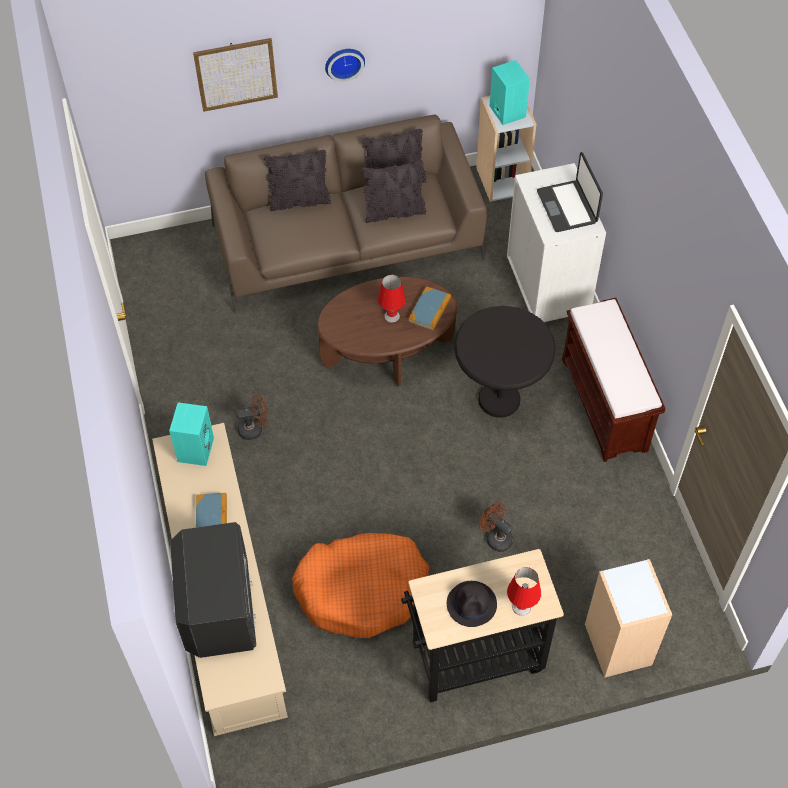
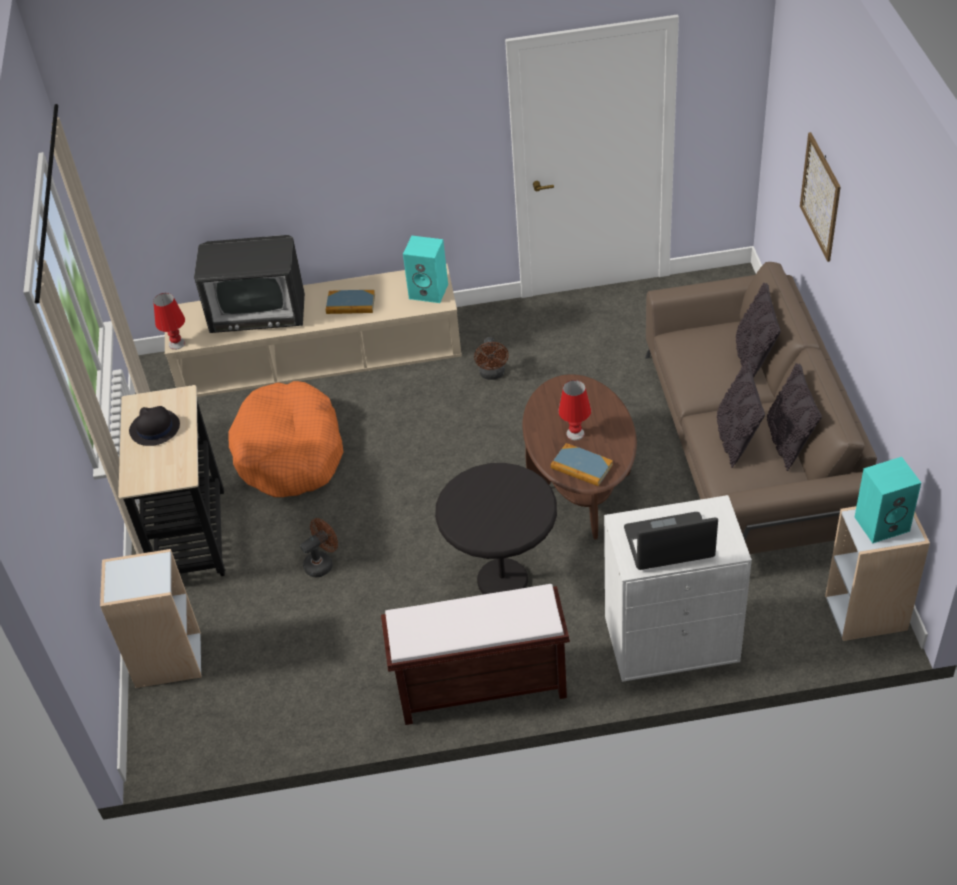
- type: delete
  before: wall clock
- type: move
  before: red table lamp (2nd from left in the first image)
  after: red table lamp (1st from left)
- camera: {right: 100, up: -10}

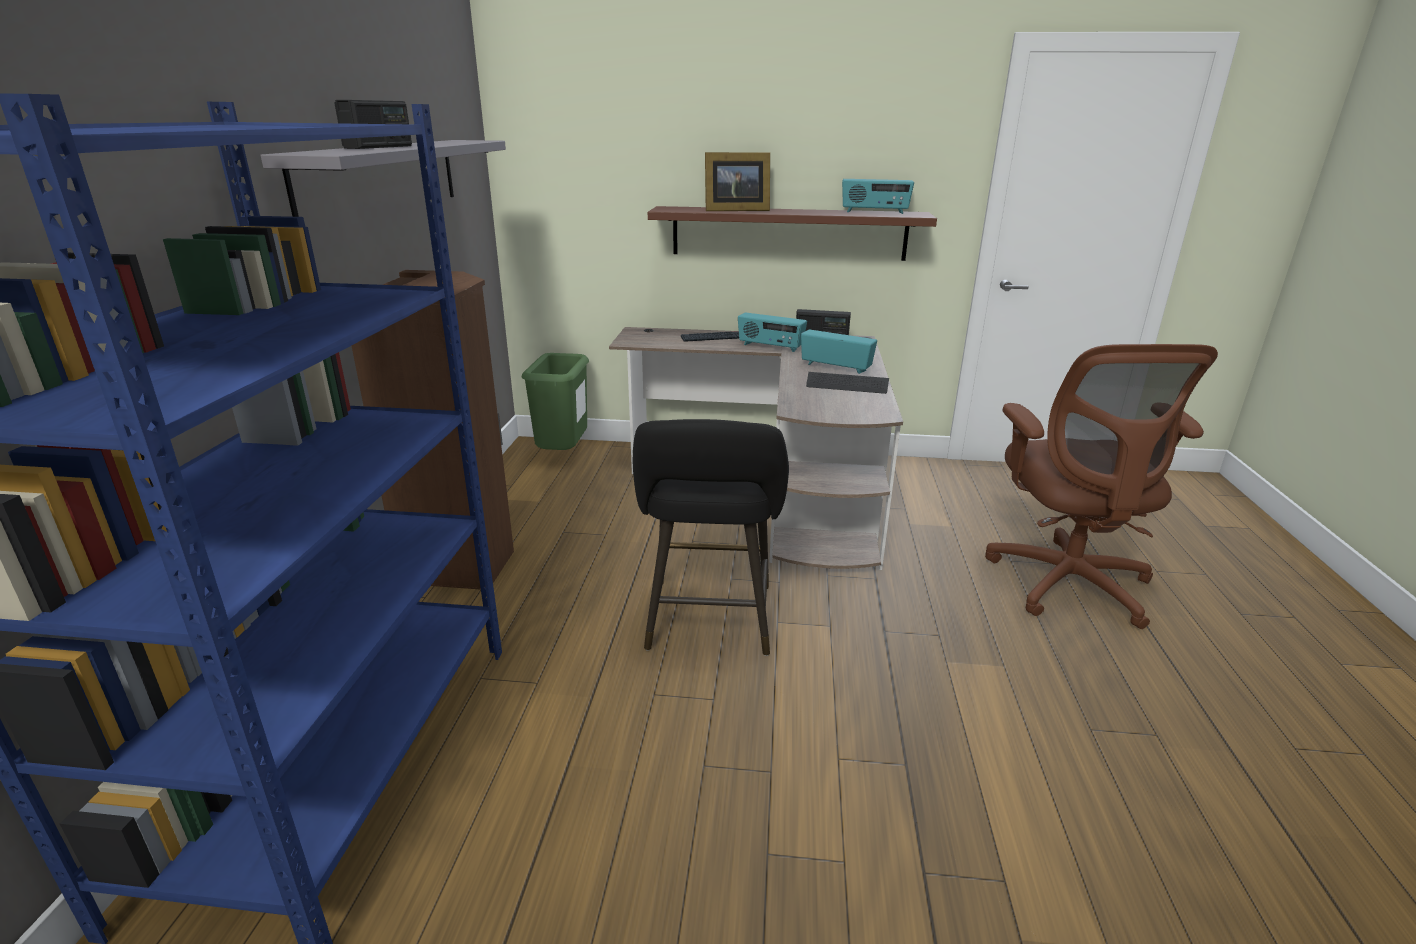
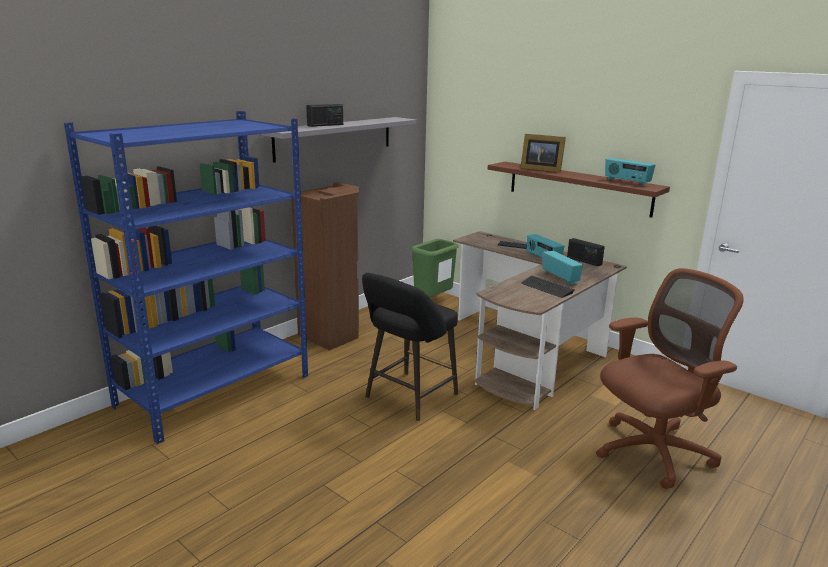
- type: rotate
  before: brownish desk chair
  turn: -150
- camera: {right: 35, up: -5}

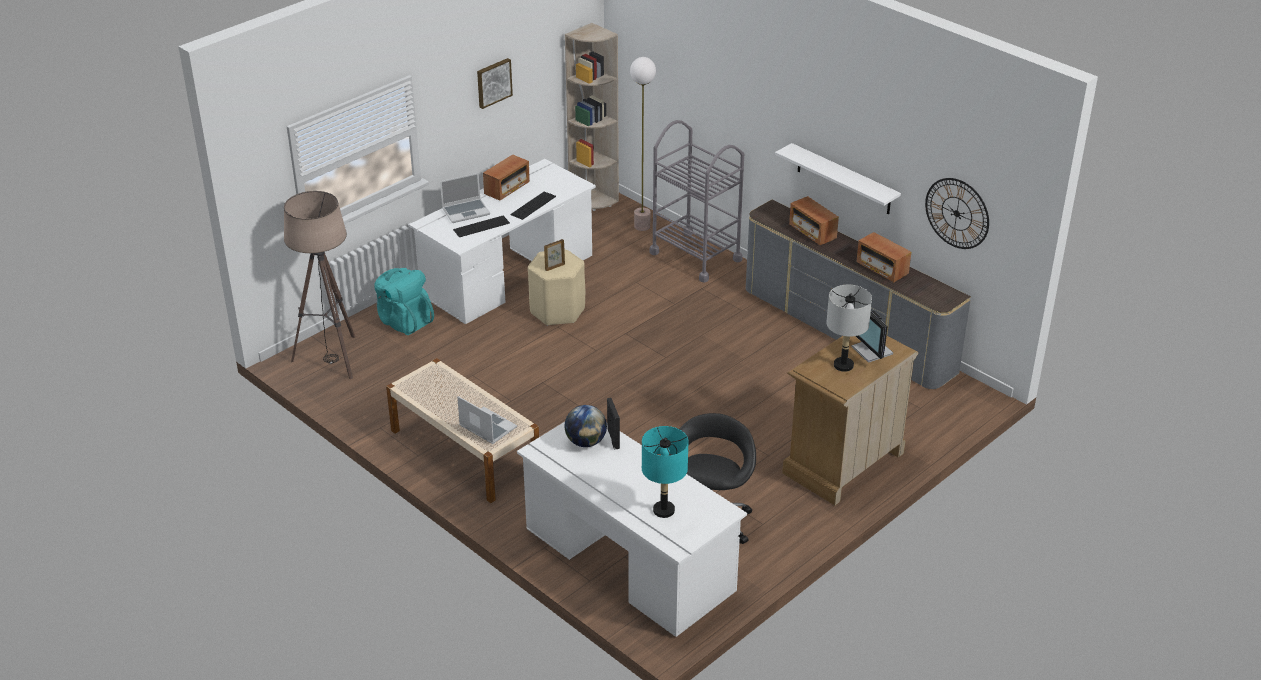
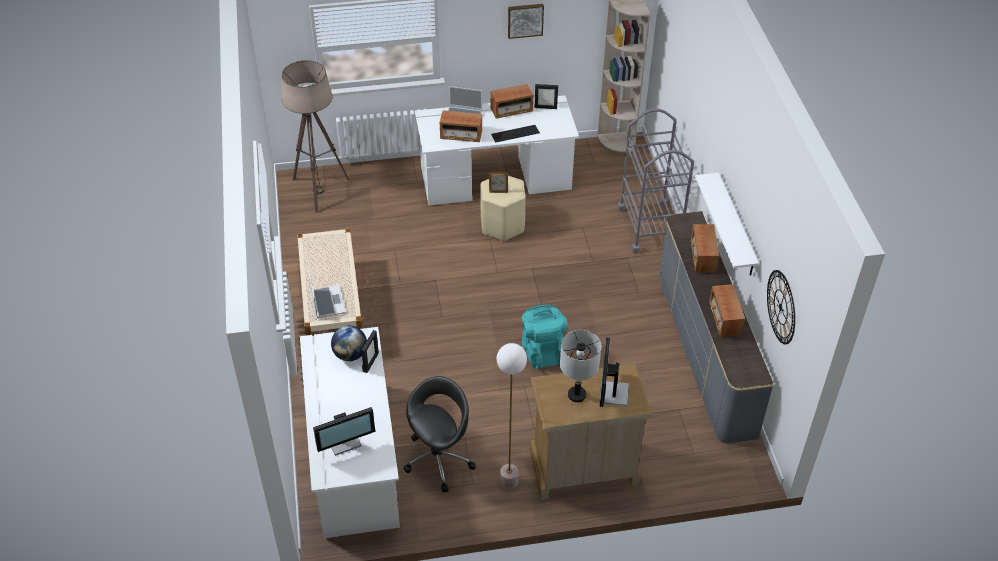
- type: move
  before: floor lamp (2nd from left)
- type: replace
  before: PC keyboard (1st from left)
  after: radio receiver (1st from left)
- type: move
  before: turquoise rucksack
- type: replace
  before: turquoise table lamp
  after: monitor (1st from left)
- type: insert
  after: photo frame (3rd from left)
- camera: {right: 35, up: 10}

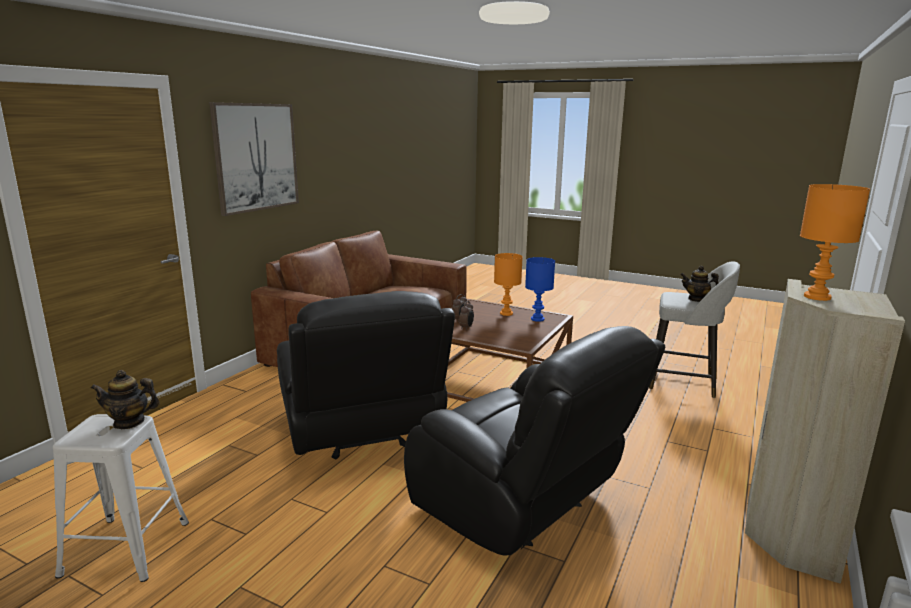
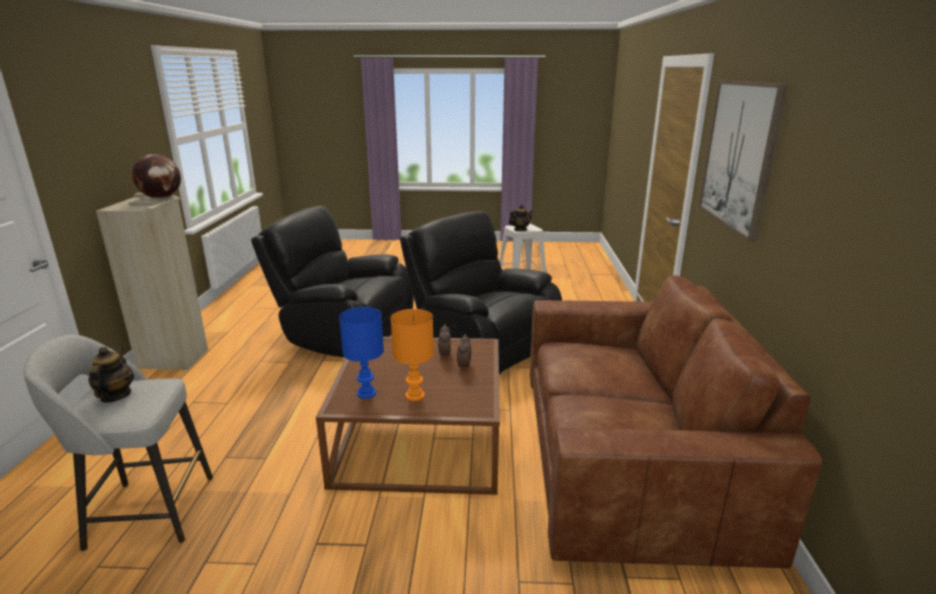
- type: replace
  before: orangey table lamp (2nd from left)
  after: desk globe
- type: rotate
  before: tea pot (2nd from left in the first image)
  turn: -90
- camera: {right: 155, up: 5}

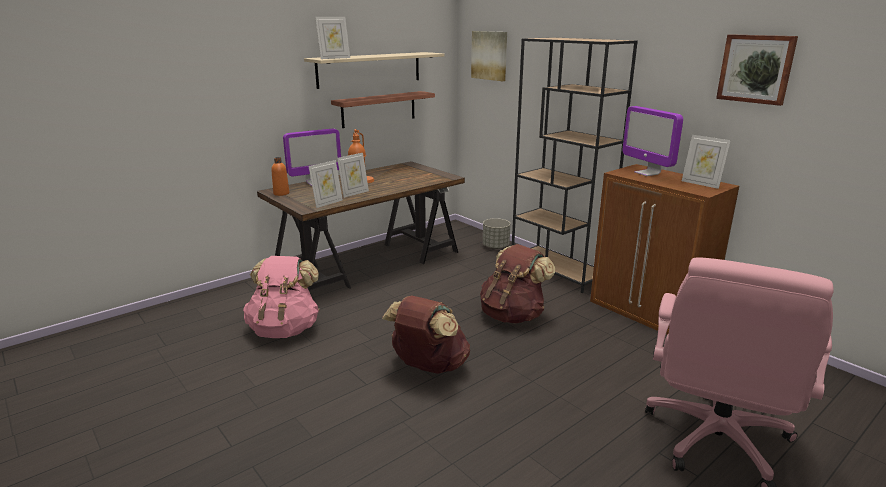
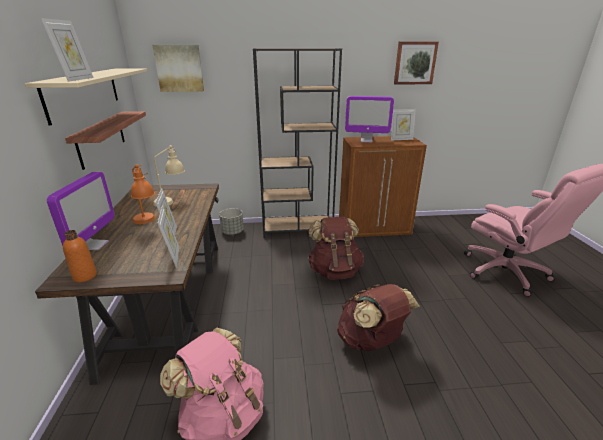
- type: insert
  after: beige table lamp
- camera: {right: -55, up: 5}

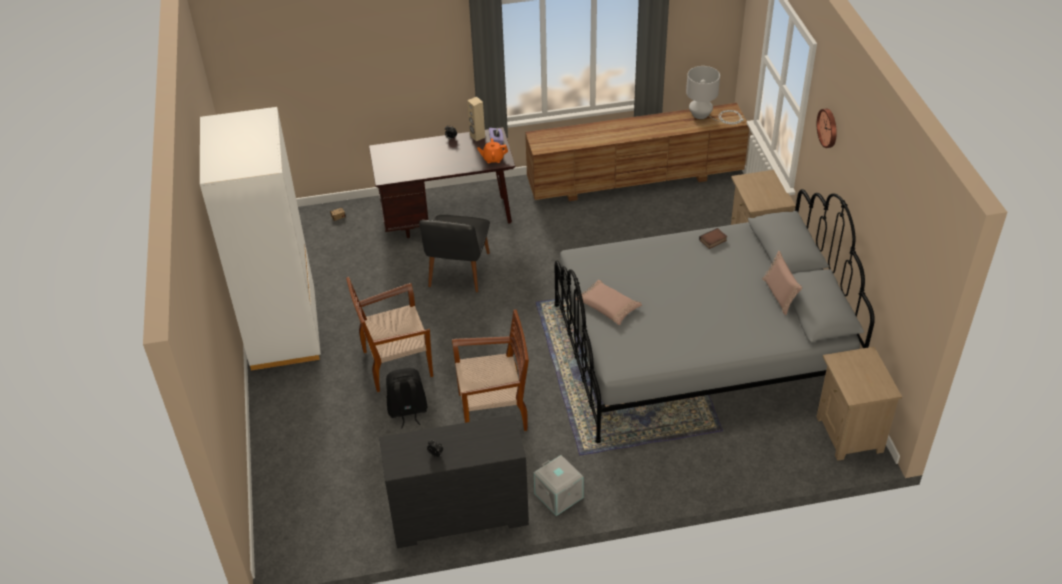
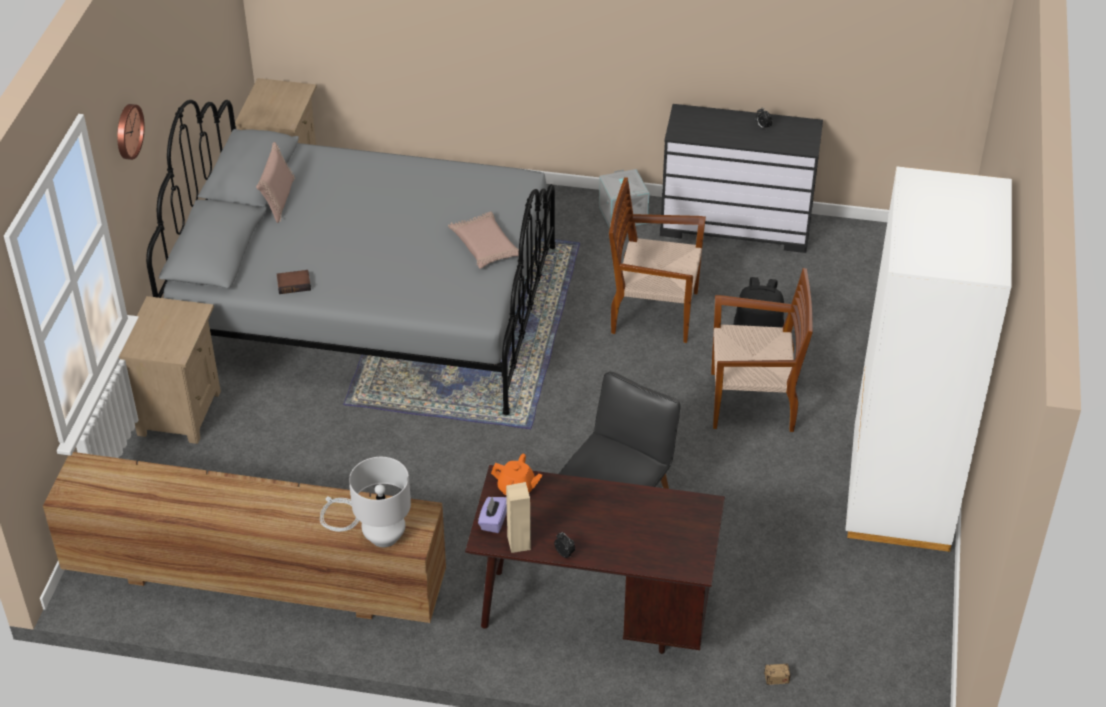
- type: move
  before: grey table lamp
- camera: {right: -160, up: 0}

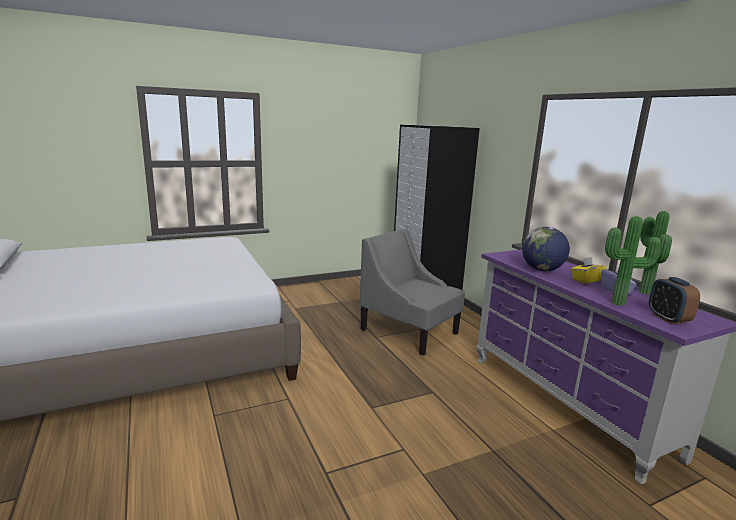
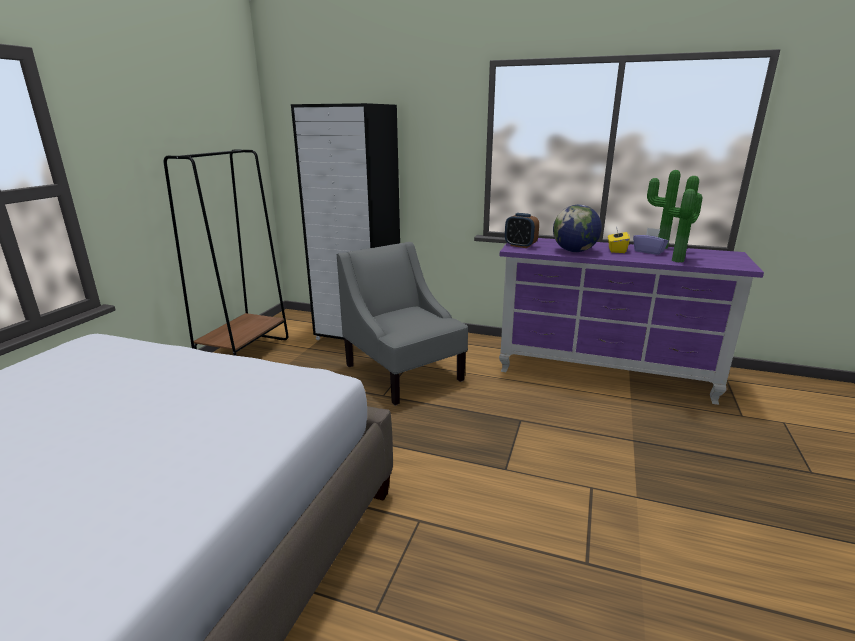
- type: rotate
  before: grey lounge chair
  turn: 60
- type: move
  before: alarm clock
- type: insert
  after: garment stand
- camera: {right: -45, up: 5}

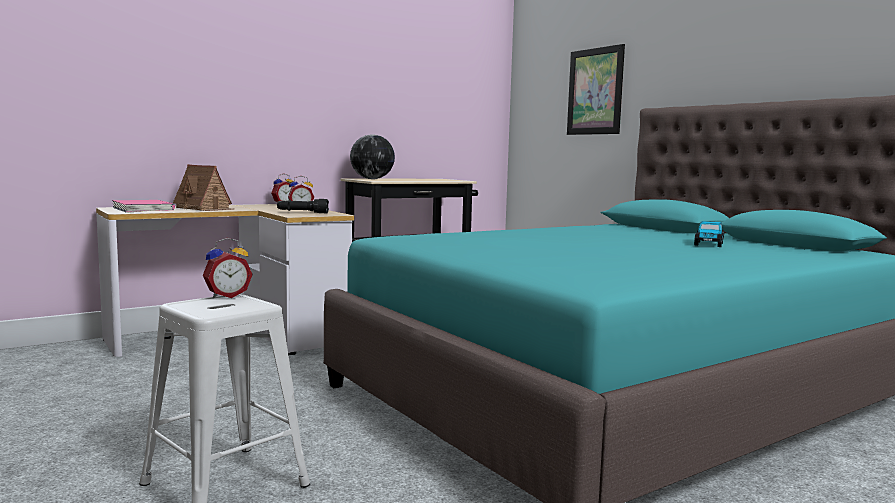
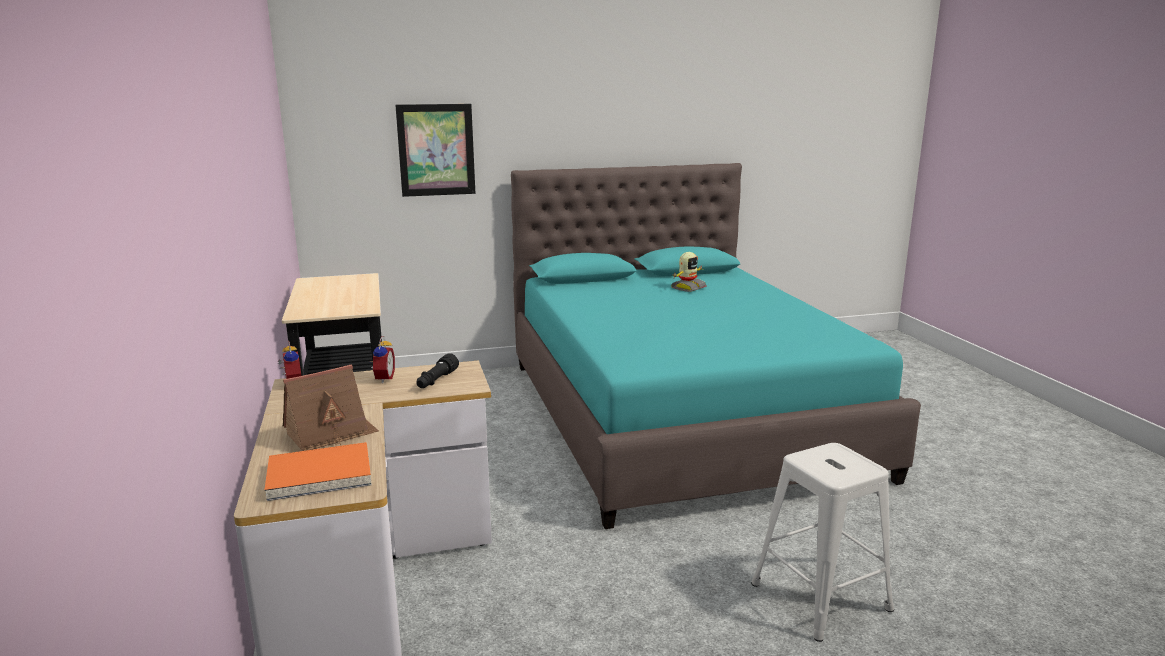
- type: delete
  before: desk globe
- type: recolor
  before: pink bound book
  after: orangey bound book
- type: replace
  before: model car
  after: robot figure
- type: delete
  before: alarm clock (1st from left)
- camera: {right: -70, up: 10}

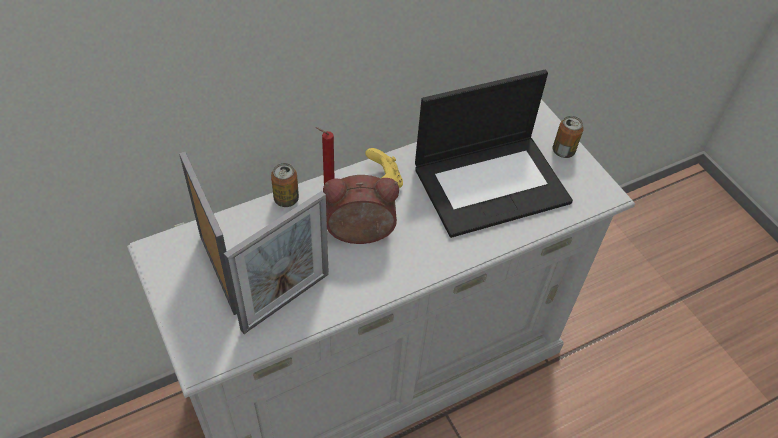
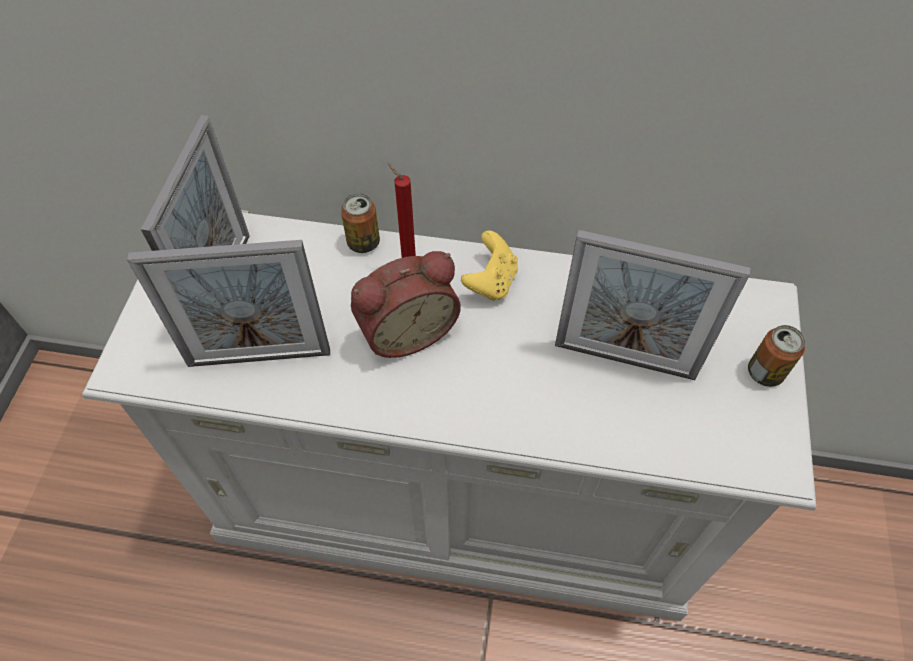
- type: replace
  before: portable computer
  after: photo frame (3rd from left)
- type: rotate
  before: alarm clock
  turn: 120
- camera: {right: 40, up: 5}

